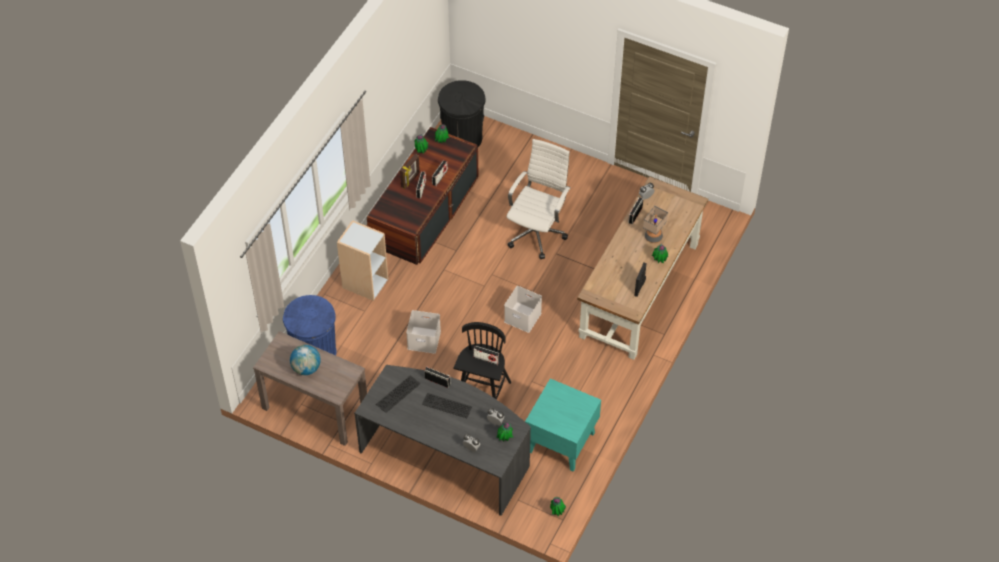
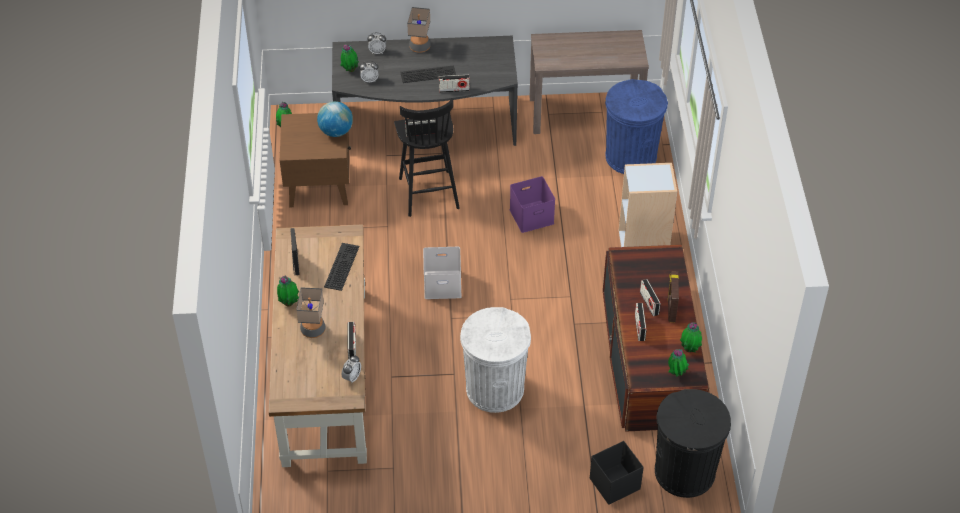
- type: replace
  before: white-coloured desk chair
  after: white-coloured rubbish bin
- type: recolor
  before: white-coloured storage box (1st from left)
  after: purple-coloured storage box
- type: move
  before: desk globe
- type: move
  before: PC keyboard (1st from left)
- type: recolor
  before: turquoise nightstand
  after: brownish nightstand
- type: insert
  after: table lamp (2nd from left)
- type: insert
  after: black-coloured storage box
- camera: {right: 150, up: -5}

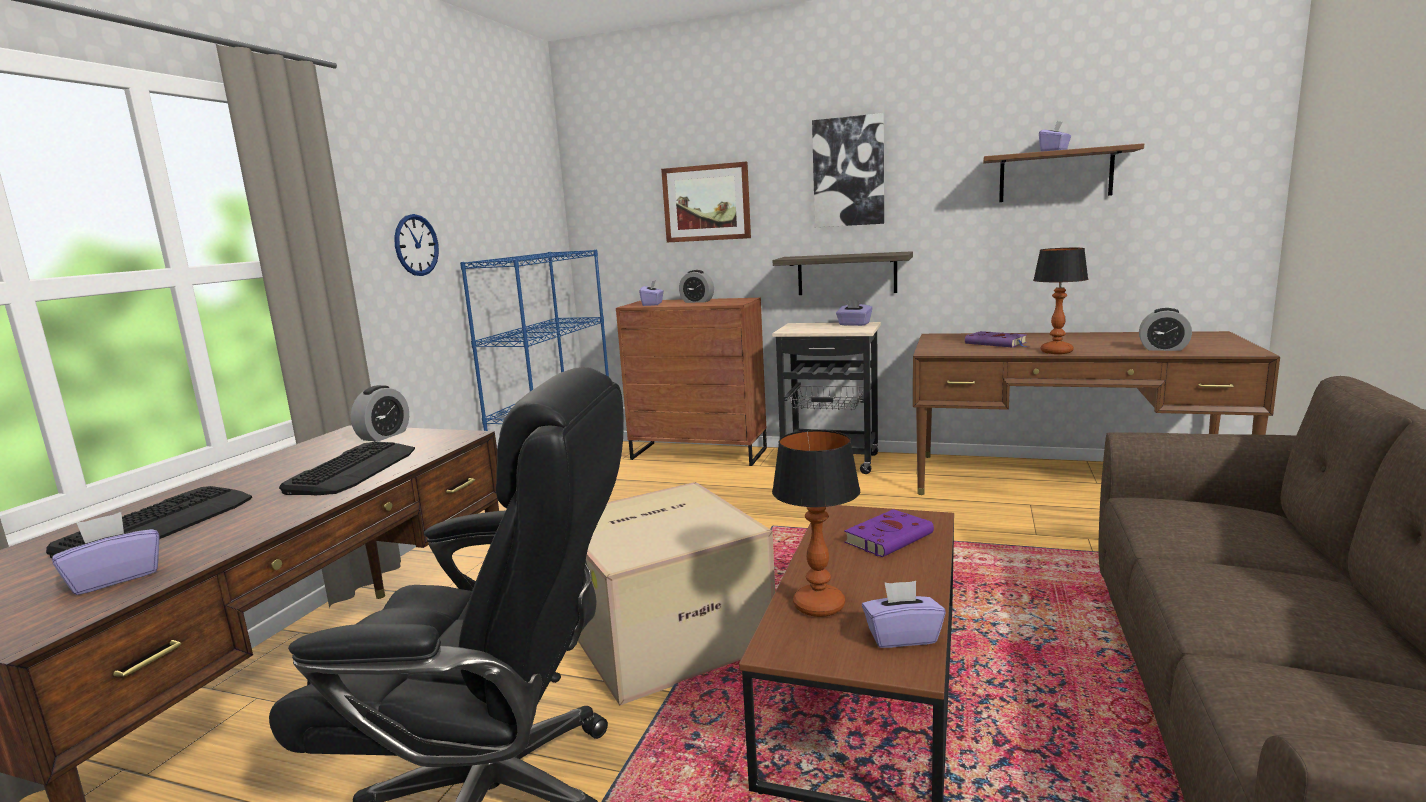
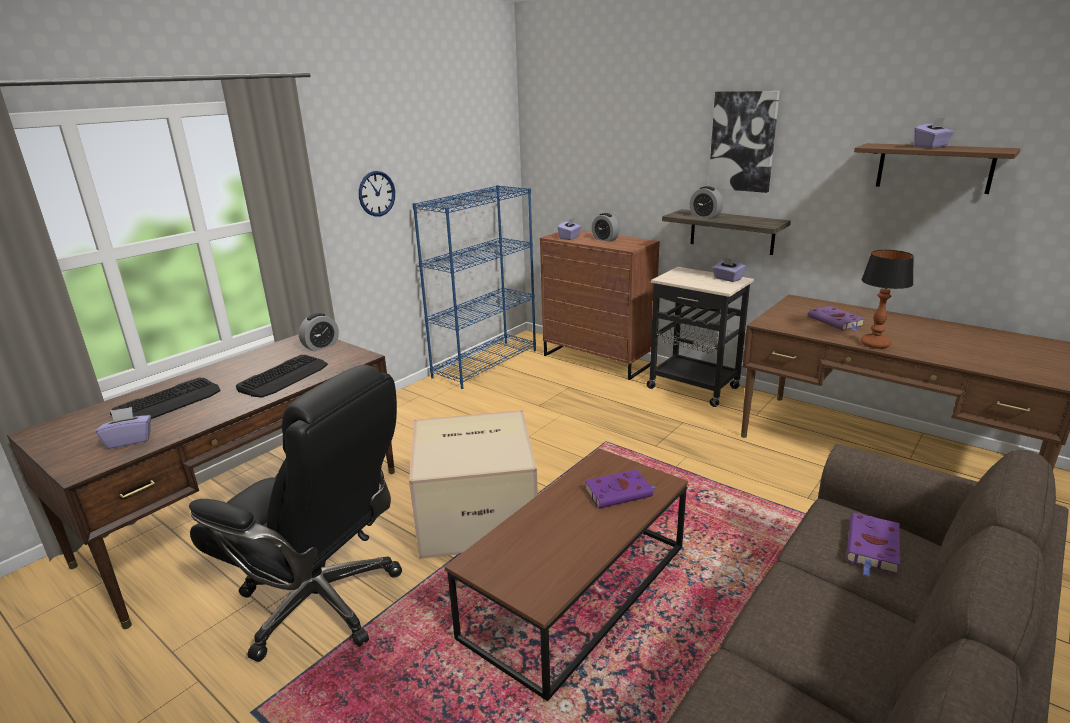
- type: delete
  before: picture (1st from left)
- type: move
  before: alarm clock (3rd from left)
- type: delete
  before: table lamp (1st from left)
- type: delete
  before: purple-coloured tissue holder (4th from left)
- type: insert
  after: purple-coloured bound book (3rd from left)
- camera: {right: 20, up: 10}

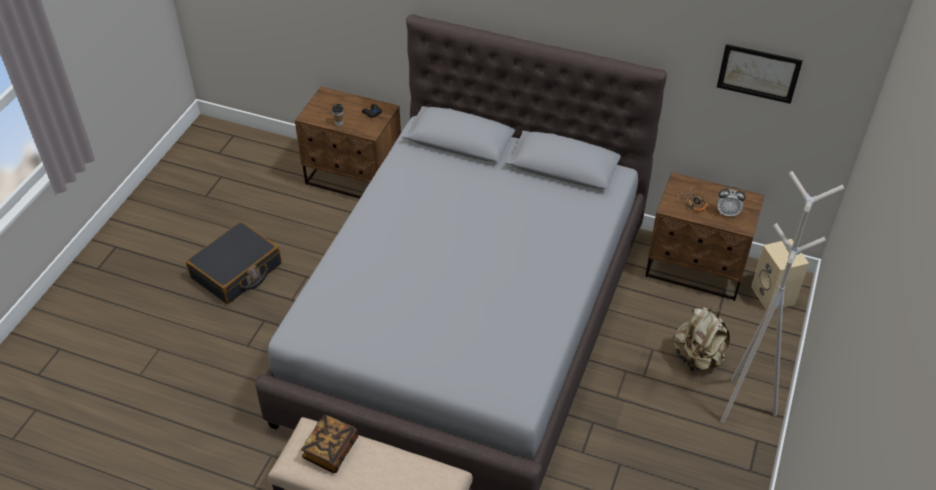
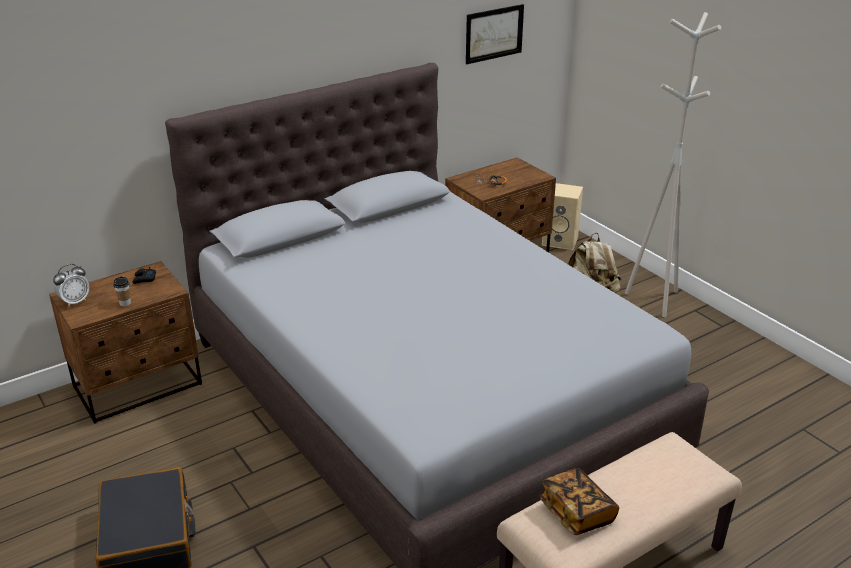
- type: move
  before: alarm clock
- camera: {right: -55, up: -15}

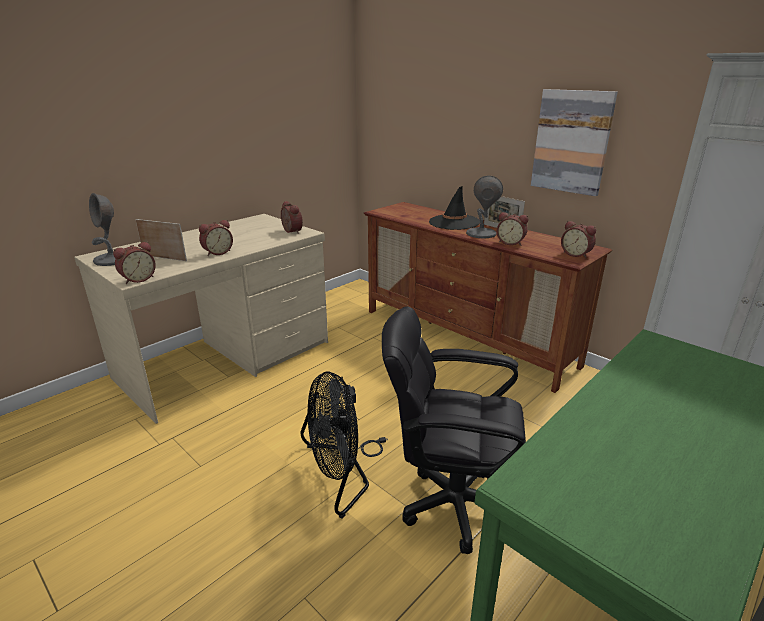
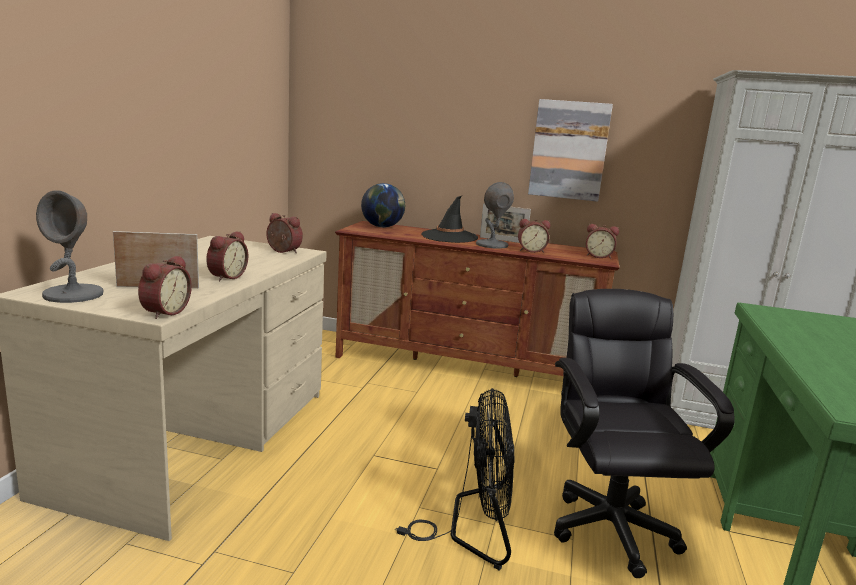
- type: rotate
  before: black-coloured desk chair
  turn: 105
- type: rotate
  before: black-coloured fan
  turn: -120
- type: insert
  after: desk globe
- camera: {right: -30, up: -10}

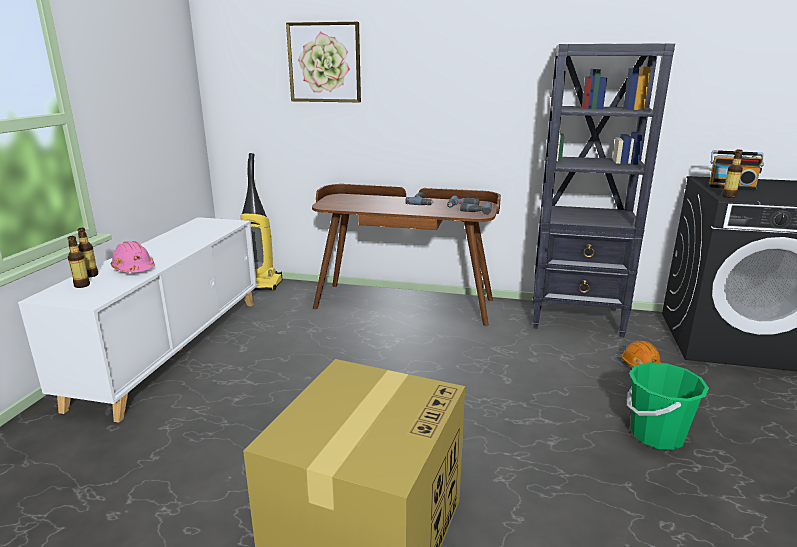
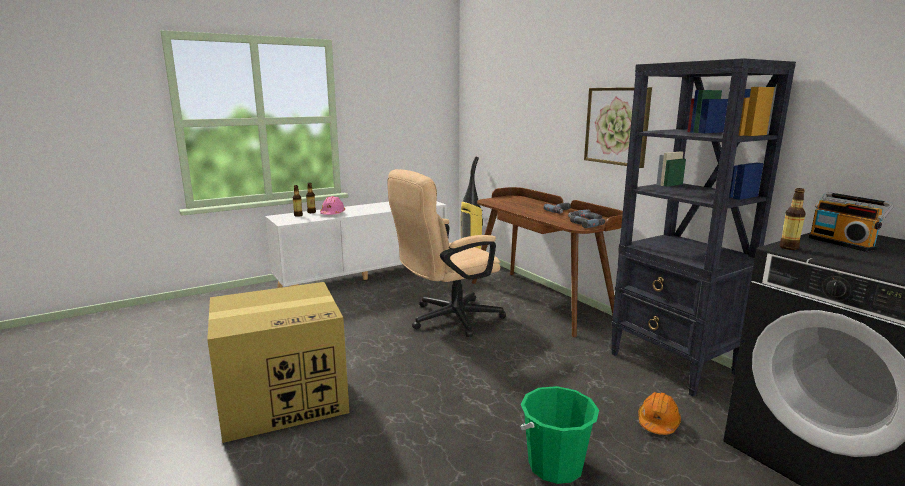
- type: move
  before: picture
- type: insert
  after: beige desk chair
- camera: {right: 45, up: -5}

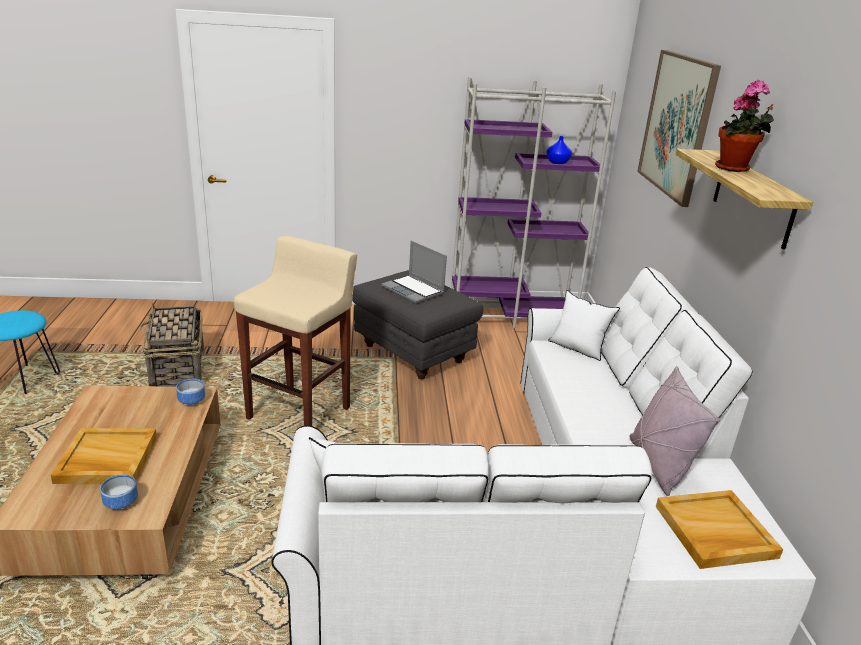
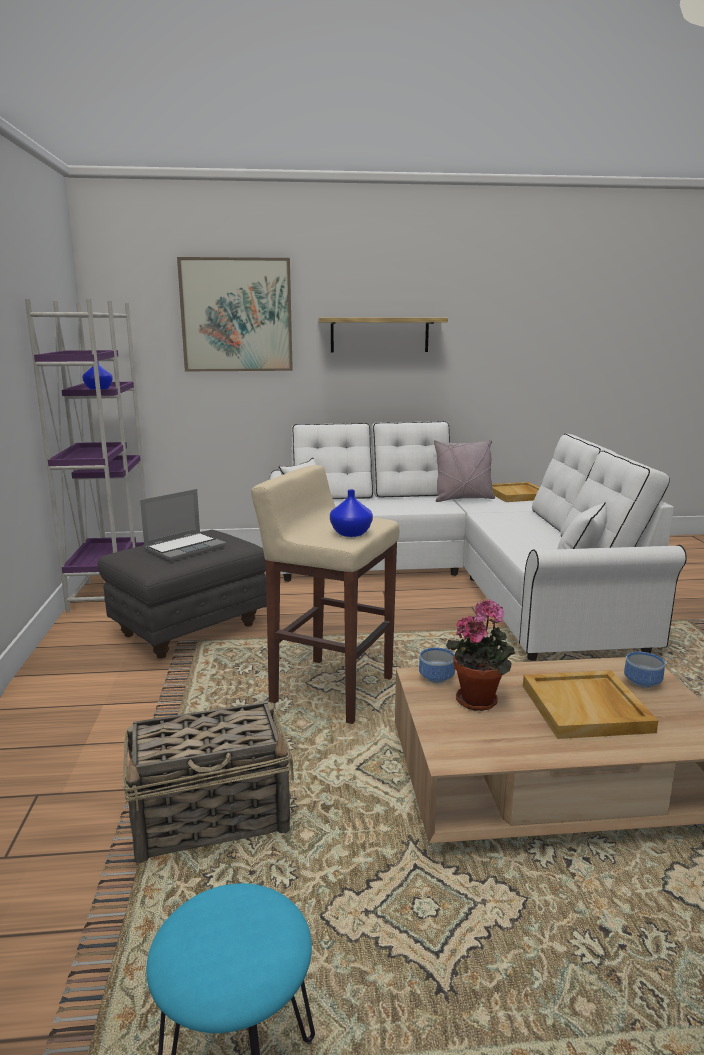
- type: move
  before: plant in a pot
- type: insert
  after: blue vase (2nd from left)
- camera: {right: -90, up: -10}

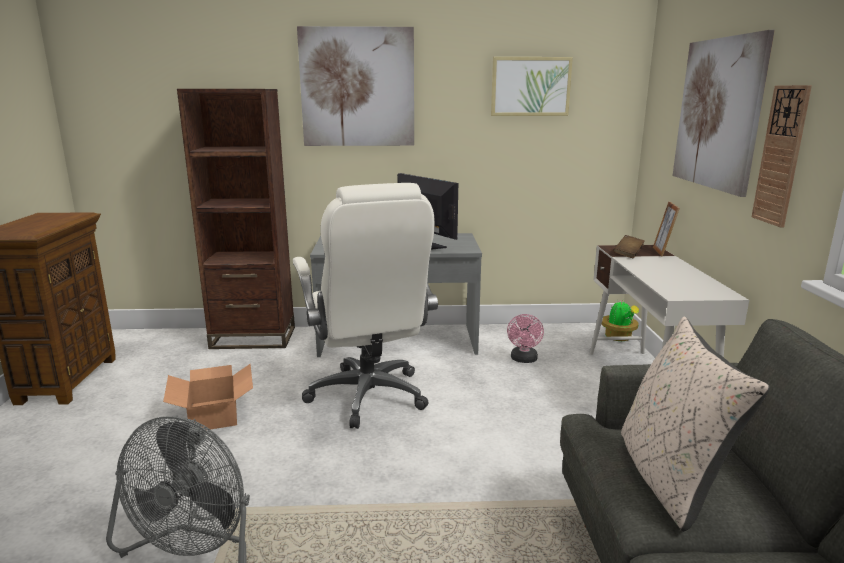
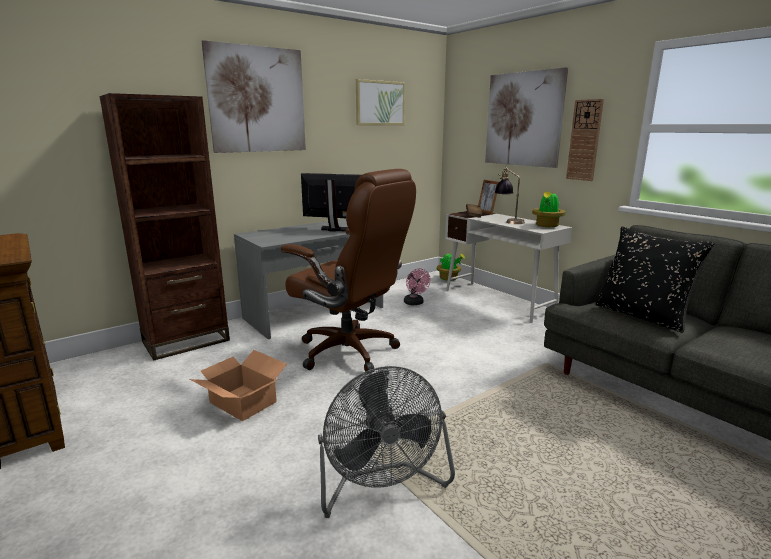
- type: recolor
  before: white-coloured desk chair
  after: brownish desk chair
- type: recolor
  before: beige throw pillow
  after: black-coloured throw pillow
- type: insert
  after: table lamp
- type: insert
  after: plant in a pot (2nd from left)
- camera: {right: -35, up: 0}

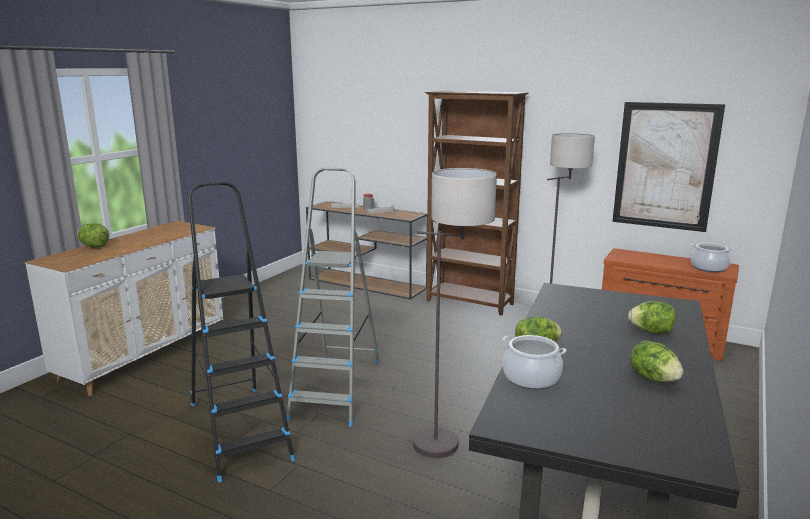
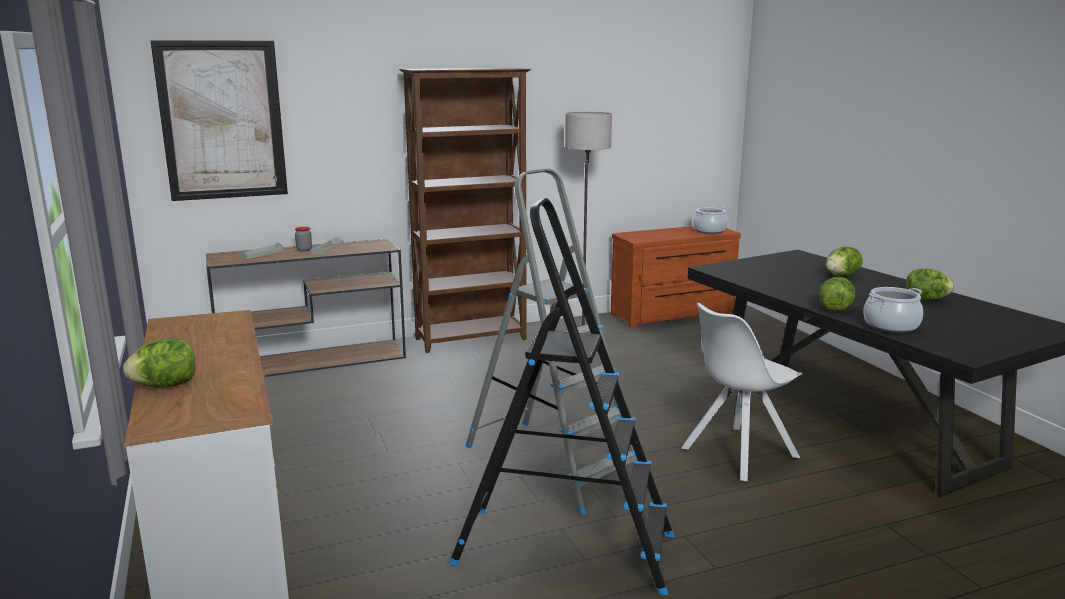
- type: move
  before: picture
- type: replace
  before: grey floor lamp (1st from left)
  after: white-coloured chair
- camera: {right: -50, up: 0}

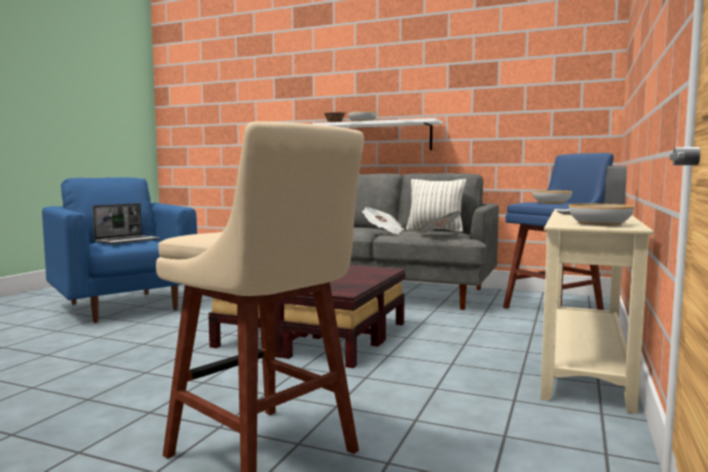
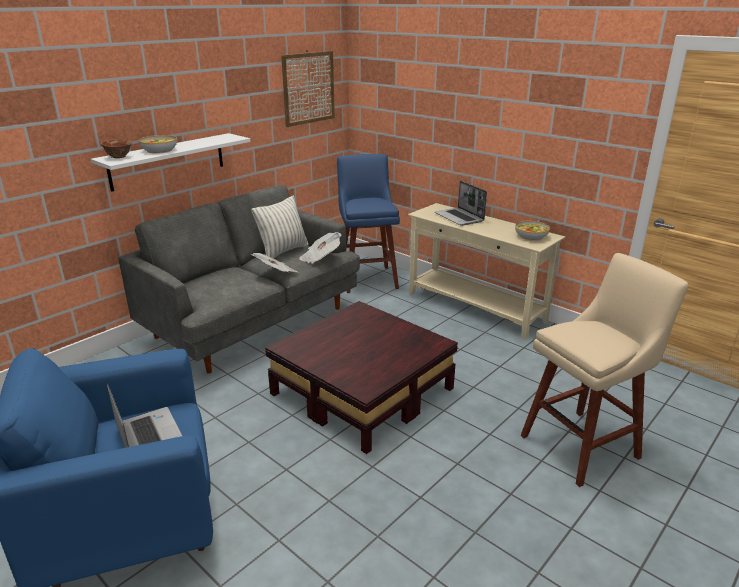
- type: delete
  before: serving bowl (3rd from left)
- type: insert
  after: picture
- camera: {right: -70, up: 20}

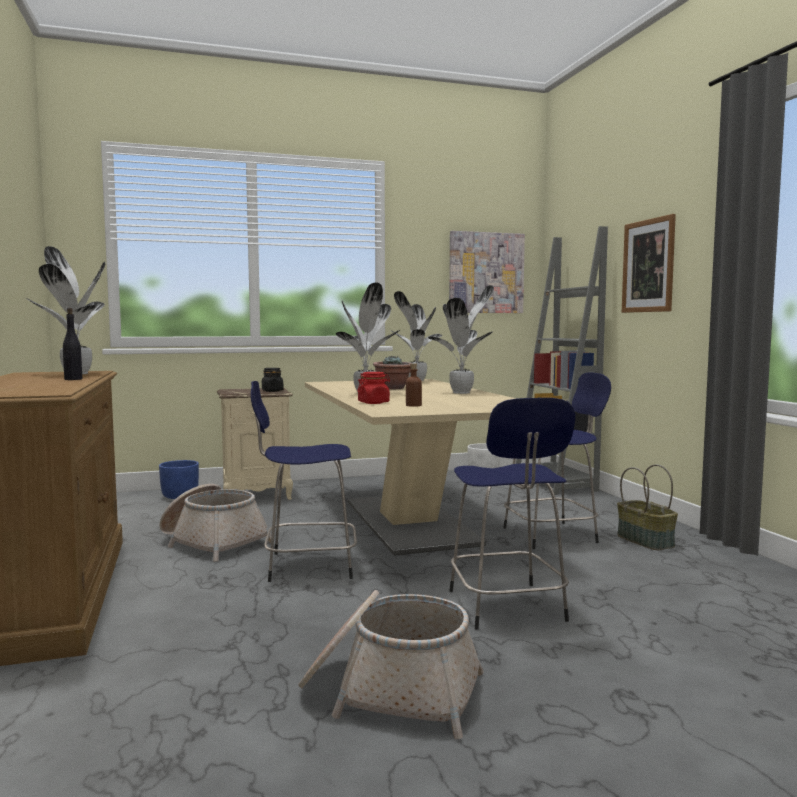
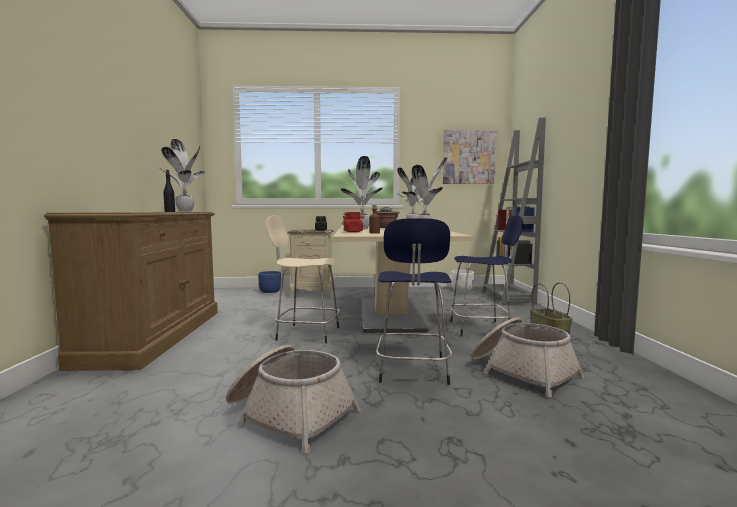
- type: delete
  before: picture (2nd from left)
- type: recolor
  before: blue stool (1st from left)
  after: beige stool
- type: move
  before: basket (1st from left in the first image)
  after: basket (2nd from left)
- camera: {right: 15, up: 0}

